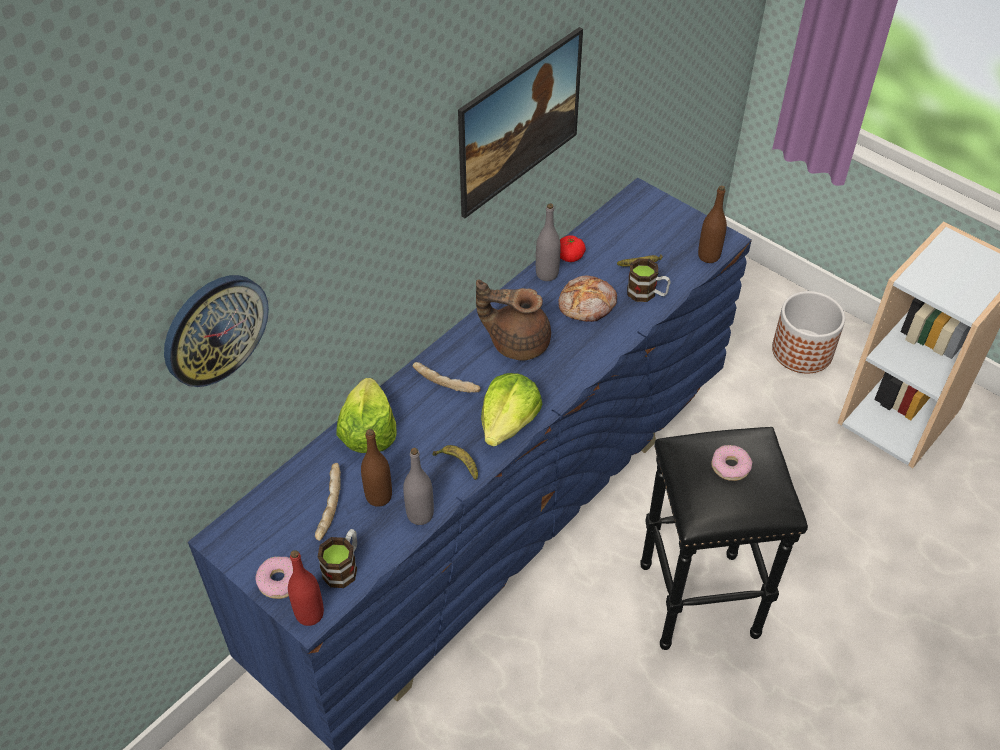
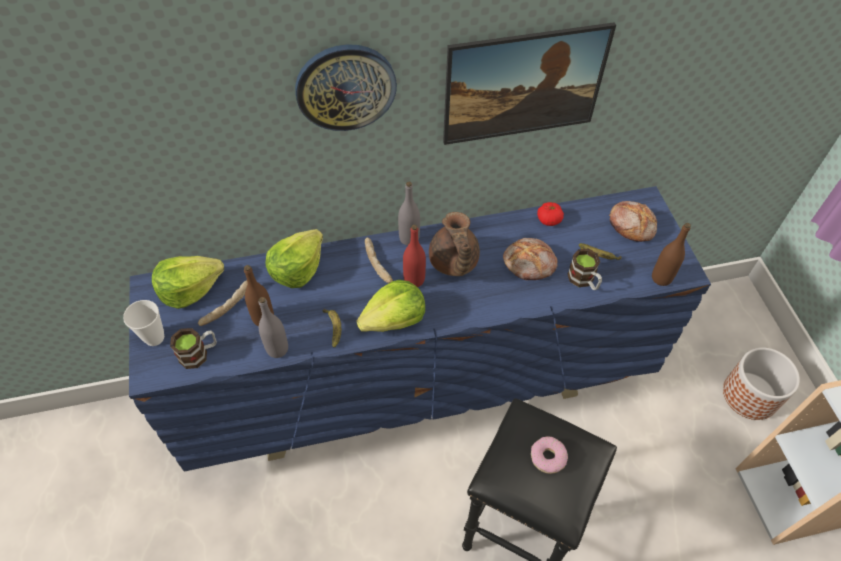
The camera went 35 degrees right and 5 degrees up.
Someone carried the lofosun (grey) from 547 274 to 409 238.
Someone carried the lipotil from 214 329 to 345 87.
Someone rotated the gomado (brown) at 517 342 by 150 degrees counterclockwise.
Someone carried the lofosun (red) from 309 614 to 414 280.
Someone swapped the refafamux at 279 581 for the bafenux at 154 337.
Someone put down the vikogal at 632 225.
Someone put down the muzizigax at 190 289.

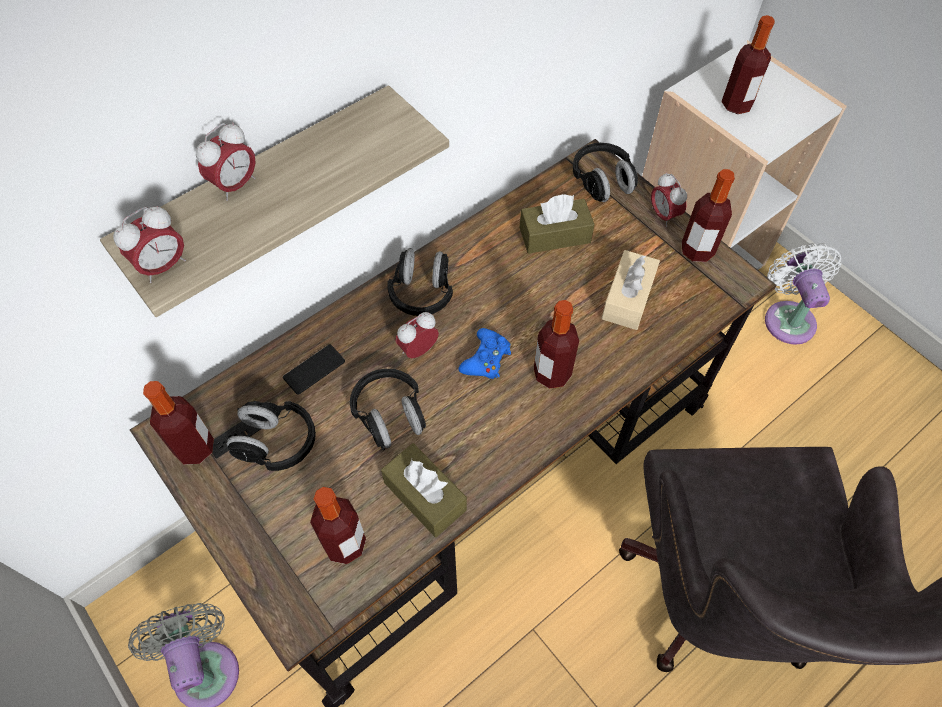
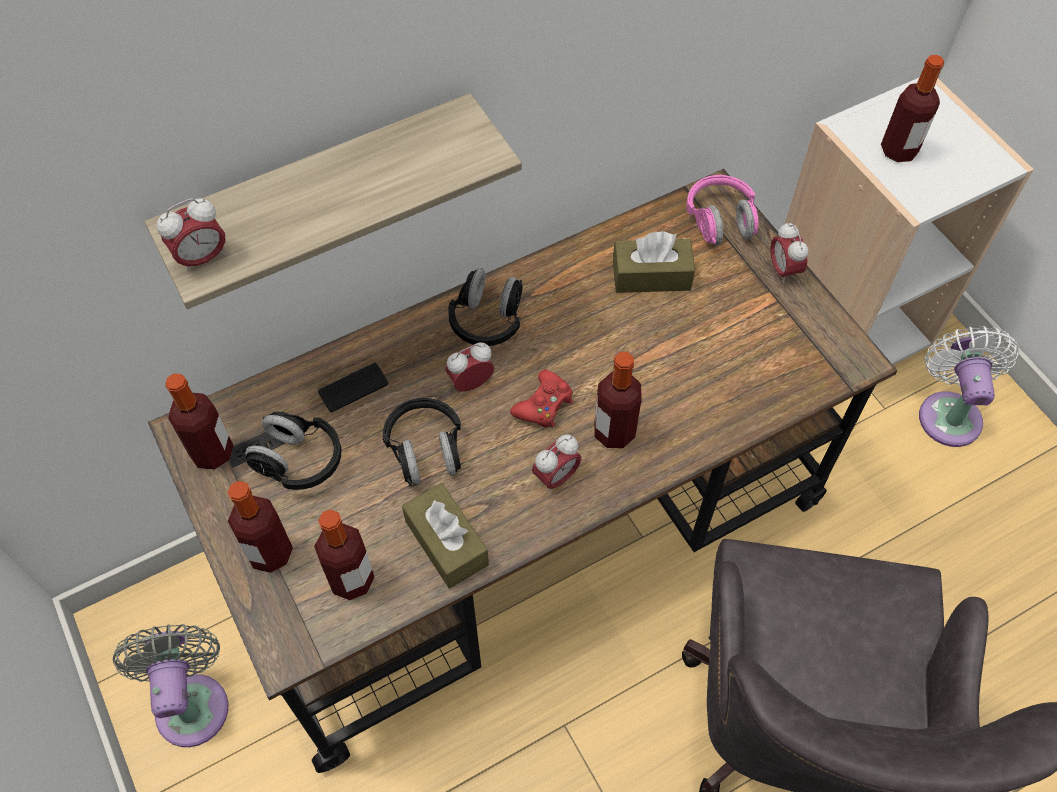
The camera went 10 degrees right and 0 degrees up.
Someone carried the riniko from 235 185 to 556 477.
Someone repainted the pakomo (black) at 602 182, which became the pakomo (pink) at 720 221.
Someone carried the lofosun from 697 250 to 270 553.
Someone took away the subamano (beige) at 628 298.
Someone repainted the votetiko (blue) at 486 359, which became the votetiko (red) at 544 405.

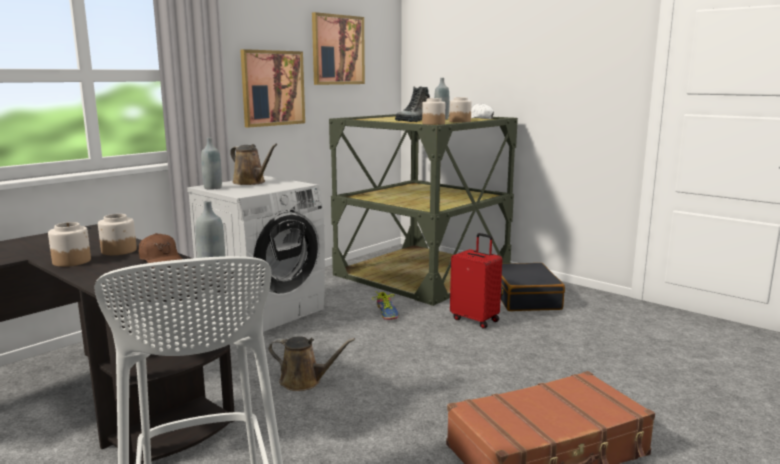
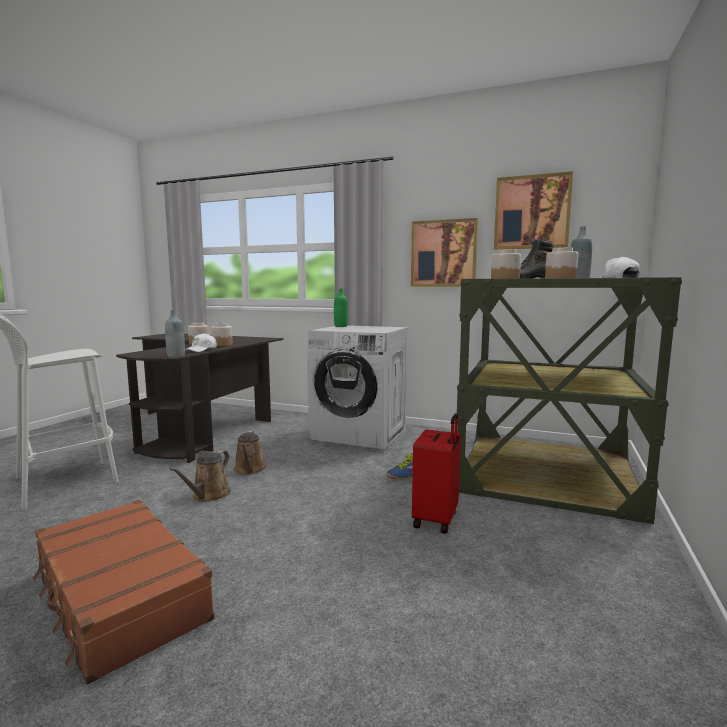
The camera went 70 degrees right and 5 degrees down.
Someone repainted the lofosun (grey) at 212 188, which became the lofosun (green) at 341 326.
Someone carried the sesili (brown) from 251 182 to 209 495.
Someone repainted the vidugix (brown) at 161 260, which became the vidugix (white) at 201 350.
Someone took away the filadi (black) at 524 298.

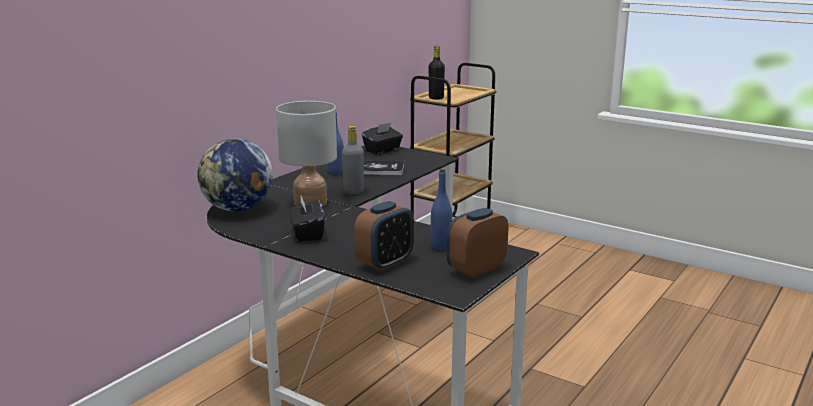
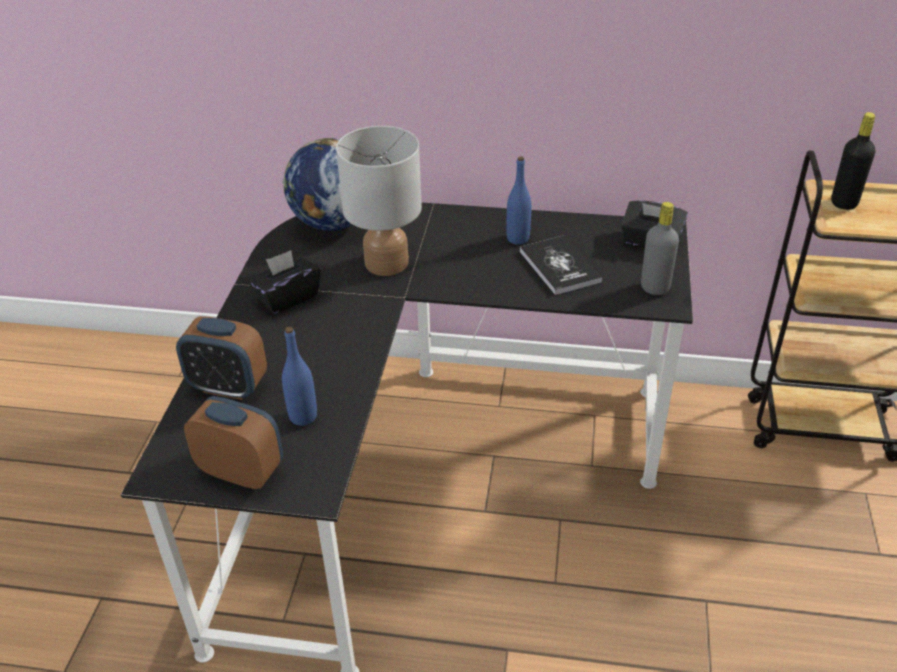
The camera went 65 degrees right and 20 degrees up.
Someone carried the lofosun (grey) from 353 191 to 655 288.

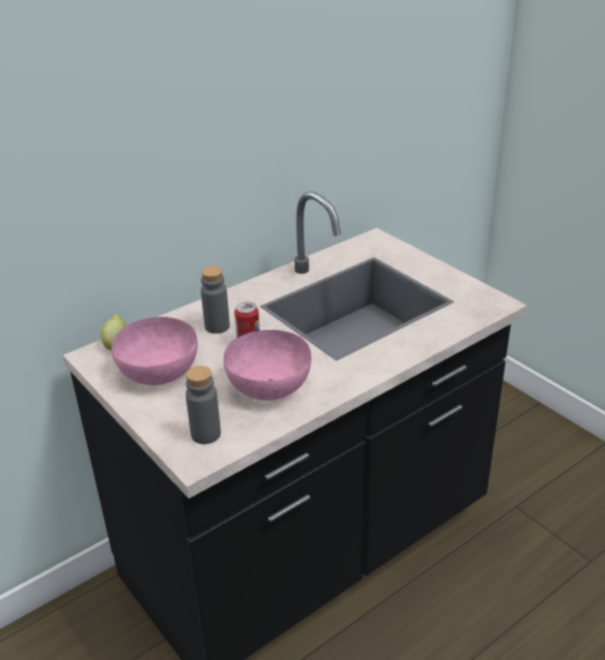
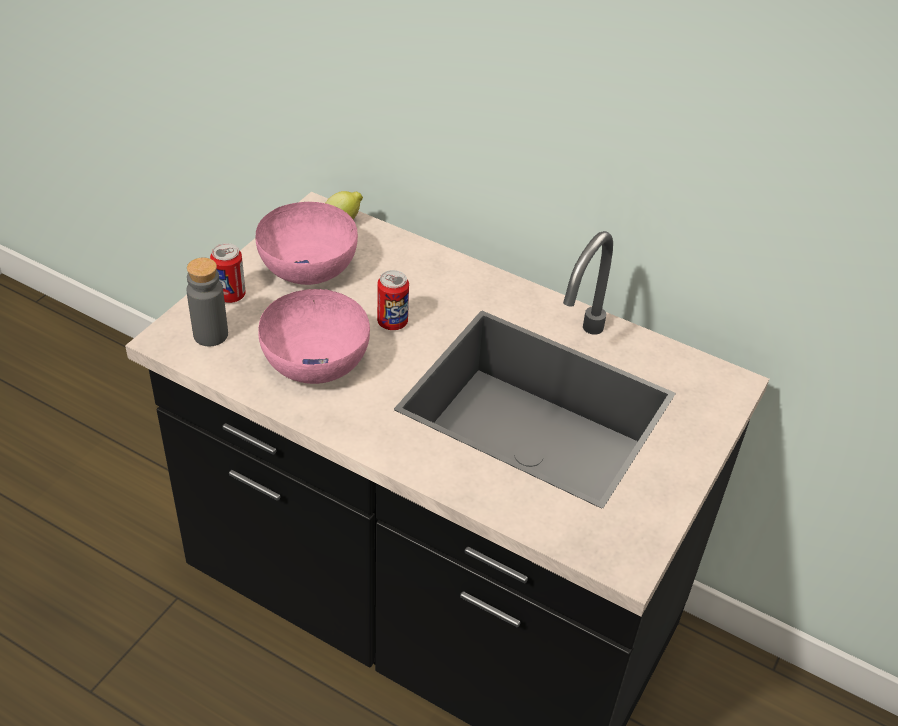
The camera went 65 degrees right and 10 degrees up.
Someone took away the lofosun (grey) at 217 326.
Someone put down the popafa at 230 295.

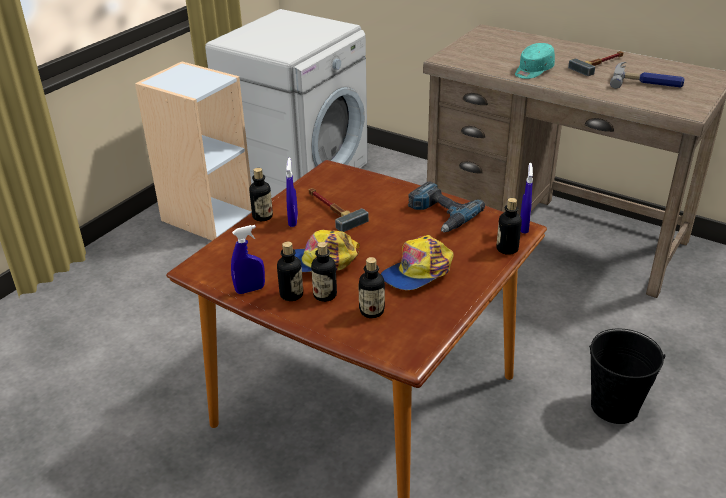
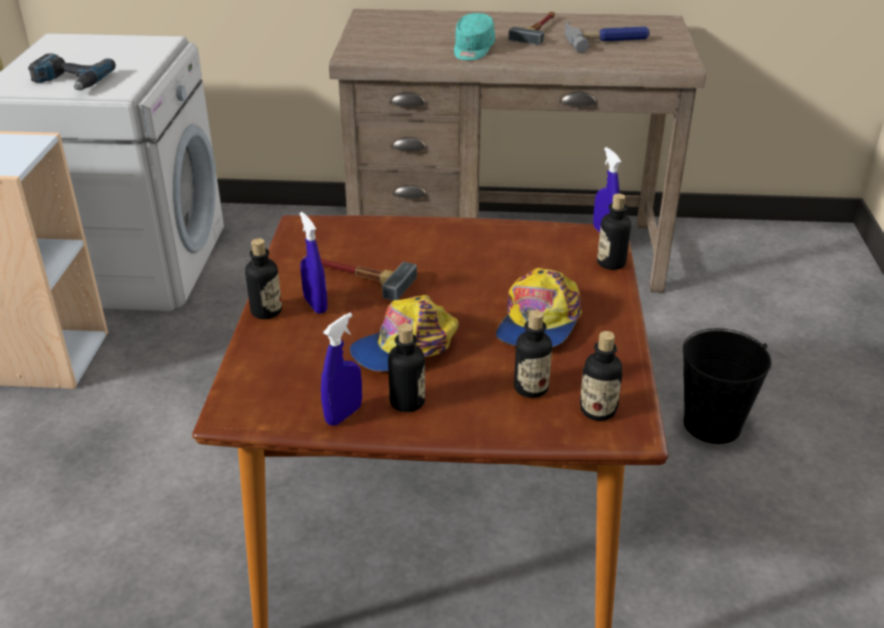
The camera went 30 degrees left and 0 degrees up.
Someone carried the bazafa from 440 214 to 70 81.
Someone carried the lofosun from 325 295 to 598 410.

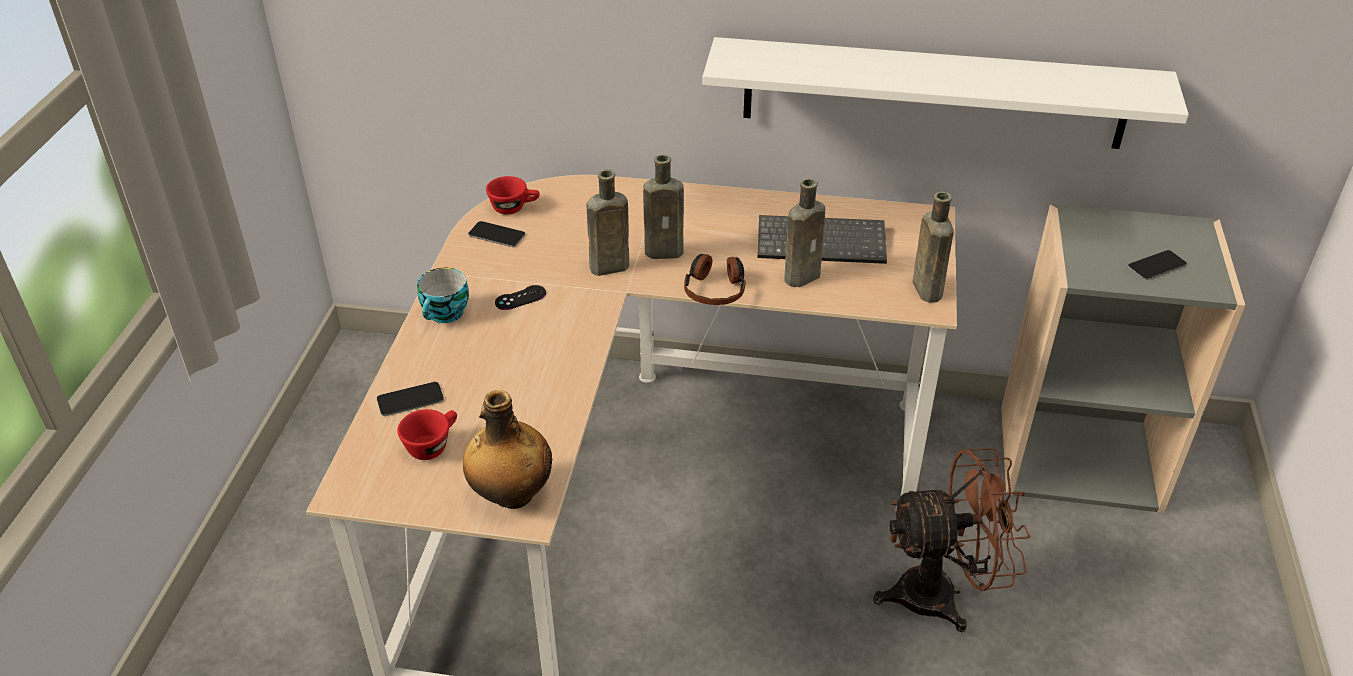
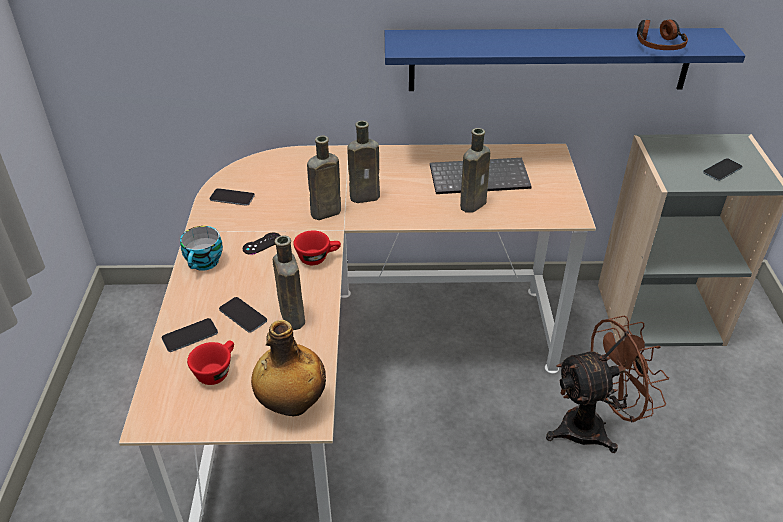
The camera went 10 degrees left and 0 degrees up.
Someone repainted the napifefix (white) at 933 93, which became the napifefix (blue) at 549 59.
Someone carried the bafenux (red) from 514 207 to 318 257.
Someone carried the lofosun (brown) from 926 288 to 291 315.
Someone carried the pakomo from 715 288 to 658 44.
Someone put down the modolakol at 243 315.

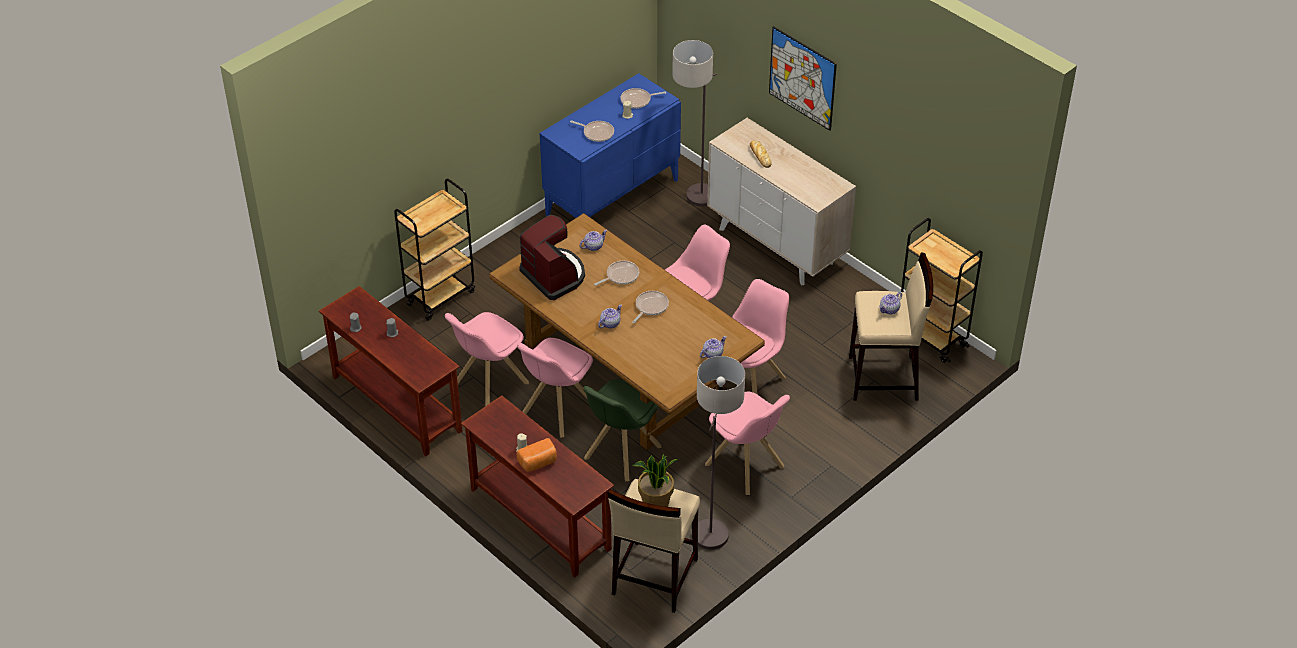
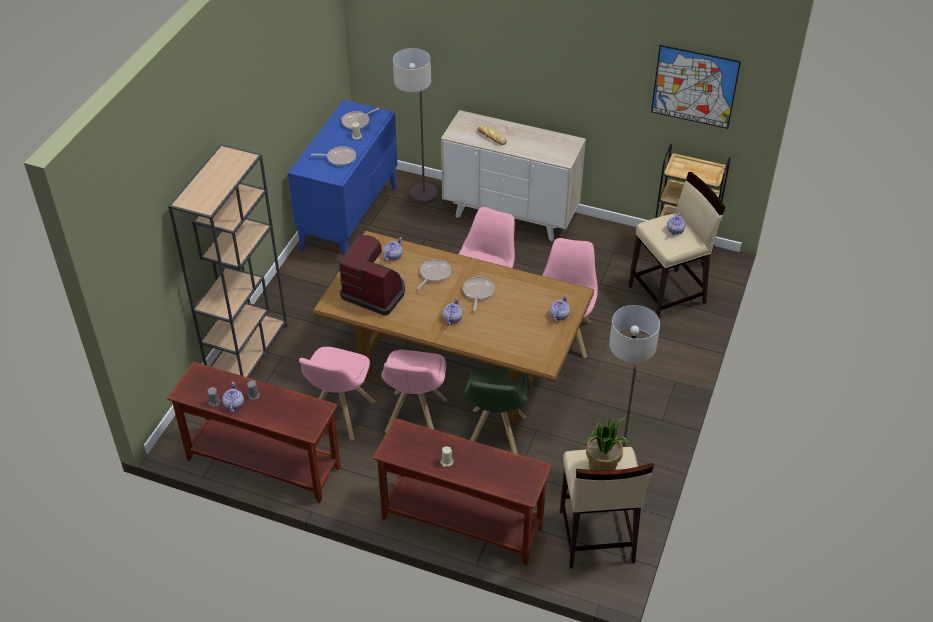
The camera went 25 degrees left and 0 degrees up.
Someone carried the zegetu from 802 78 to 694 86.
Someone swapped the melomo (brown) at 441 297 for the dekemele at 247 351.
Someone took away the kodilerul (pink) at 745 465.
Someone took away the vikogal at 538 462.
Someone put down the gomado at 233 404.

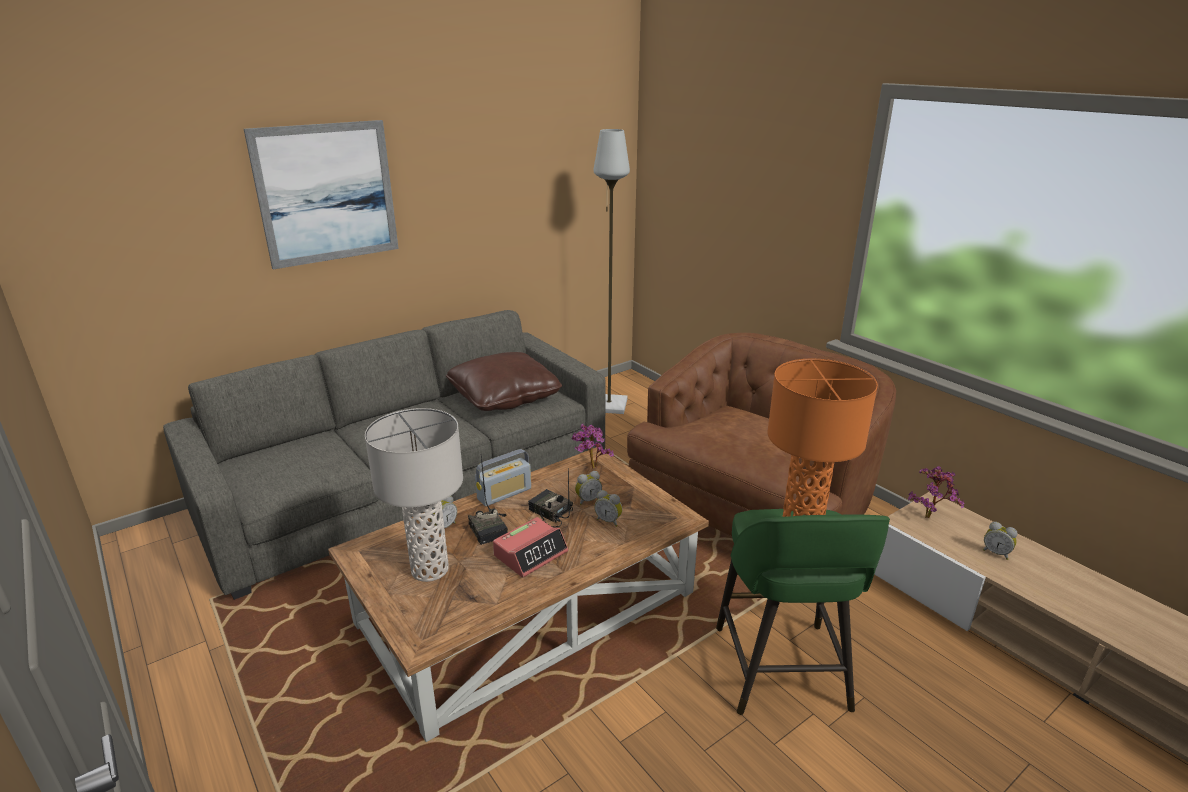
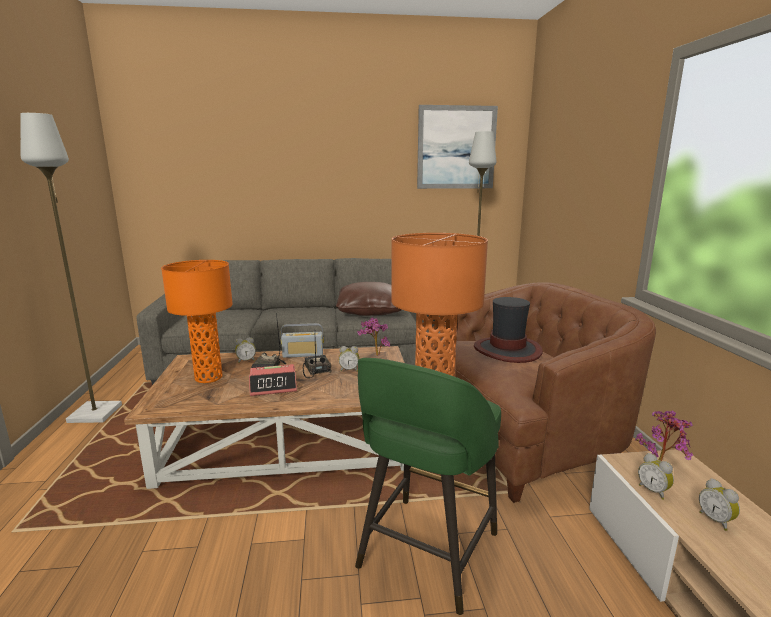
The camera went 30 degrees right and 10 degrees down.
Someone carried the zegetu from 327 193 to 456 147.
Someone repainted the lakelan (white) at 429 569, which became the lakelan (orange) at 208 377.
Someone carried the riniko from 609 521 to 653 491.
Someone put down the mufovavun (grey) at 94 413.
Someone put down the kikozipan at 507 350.

